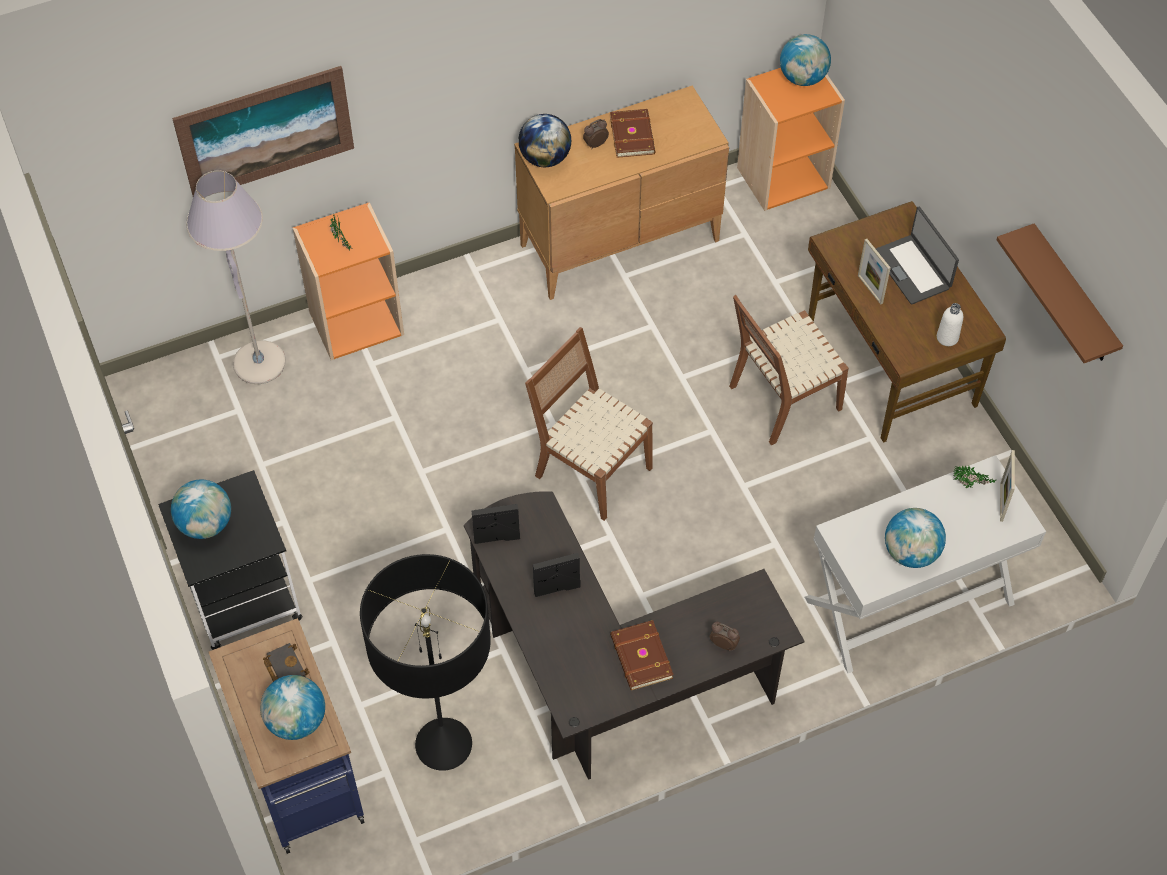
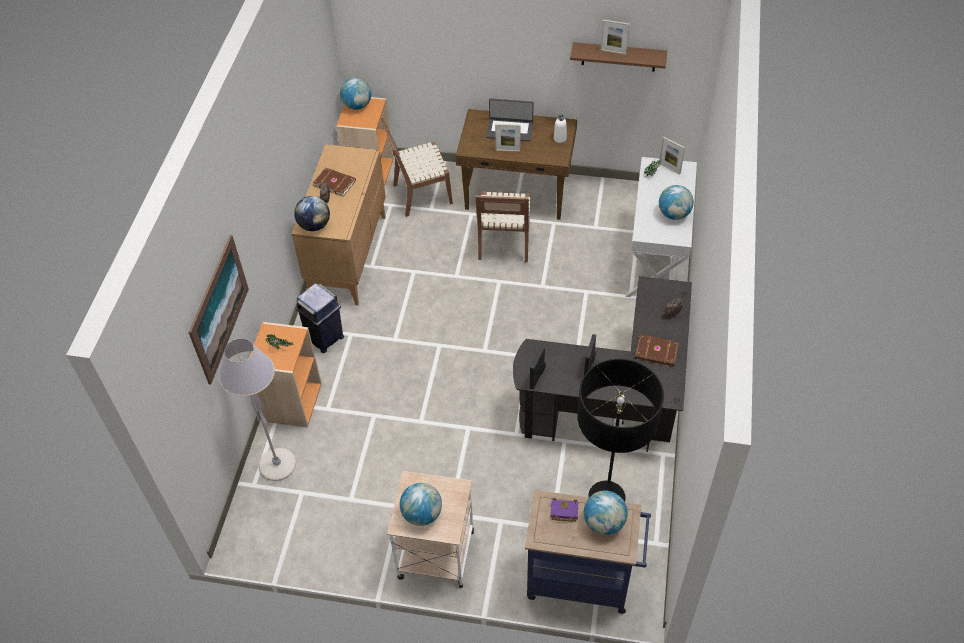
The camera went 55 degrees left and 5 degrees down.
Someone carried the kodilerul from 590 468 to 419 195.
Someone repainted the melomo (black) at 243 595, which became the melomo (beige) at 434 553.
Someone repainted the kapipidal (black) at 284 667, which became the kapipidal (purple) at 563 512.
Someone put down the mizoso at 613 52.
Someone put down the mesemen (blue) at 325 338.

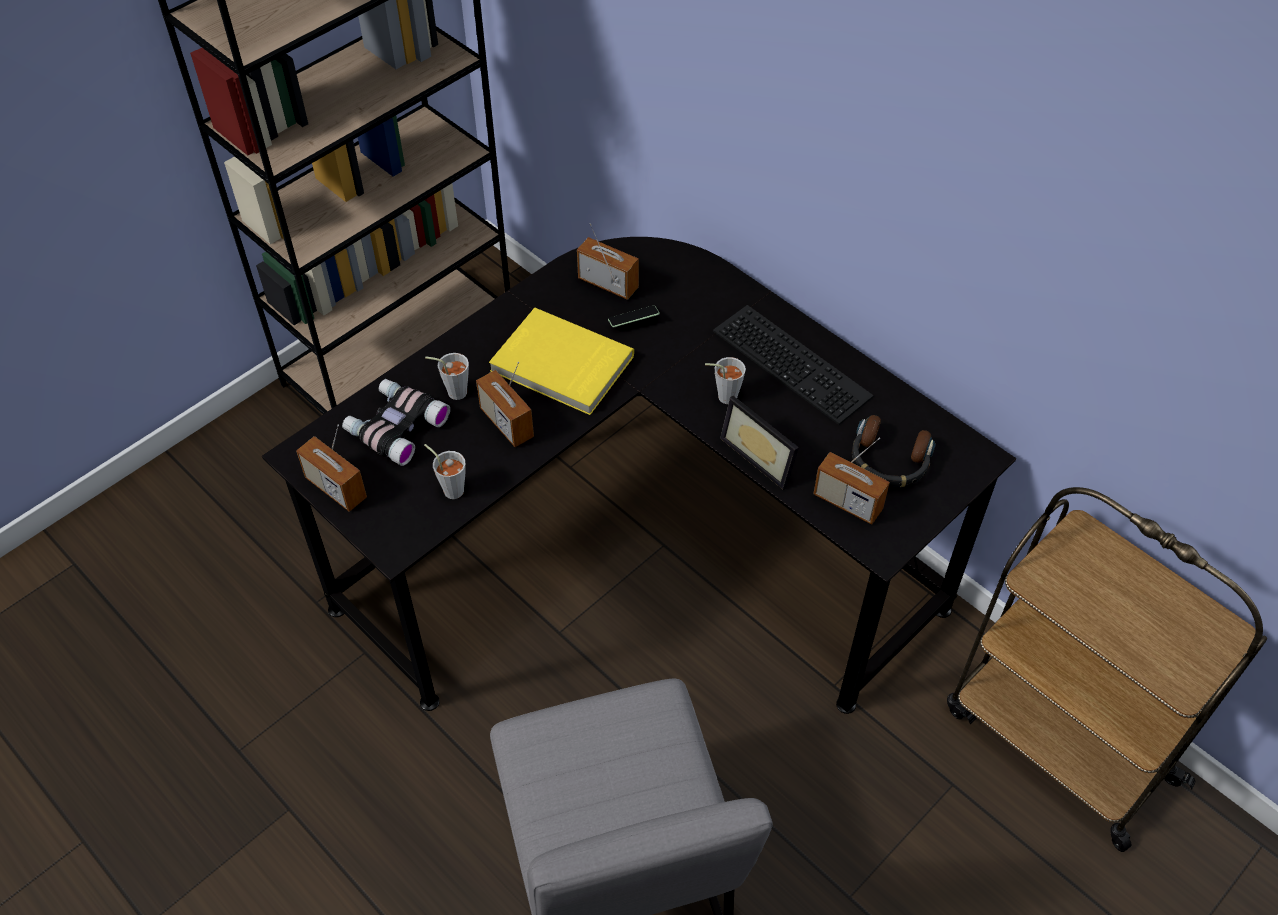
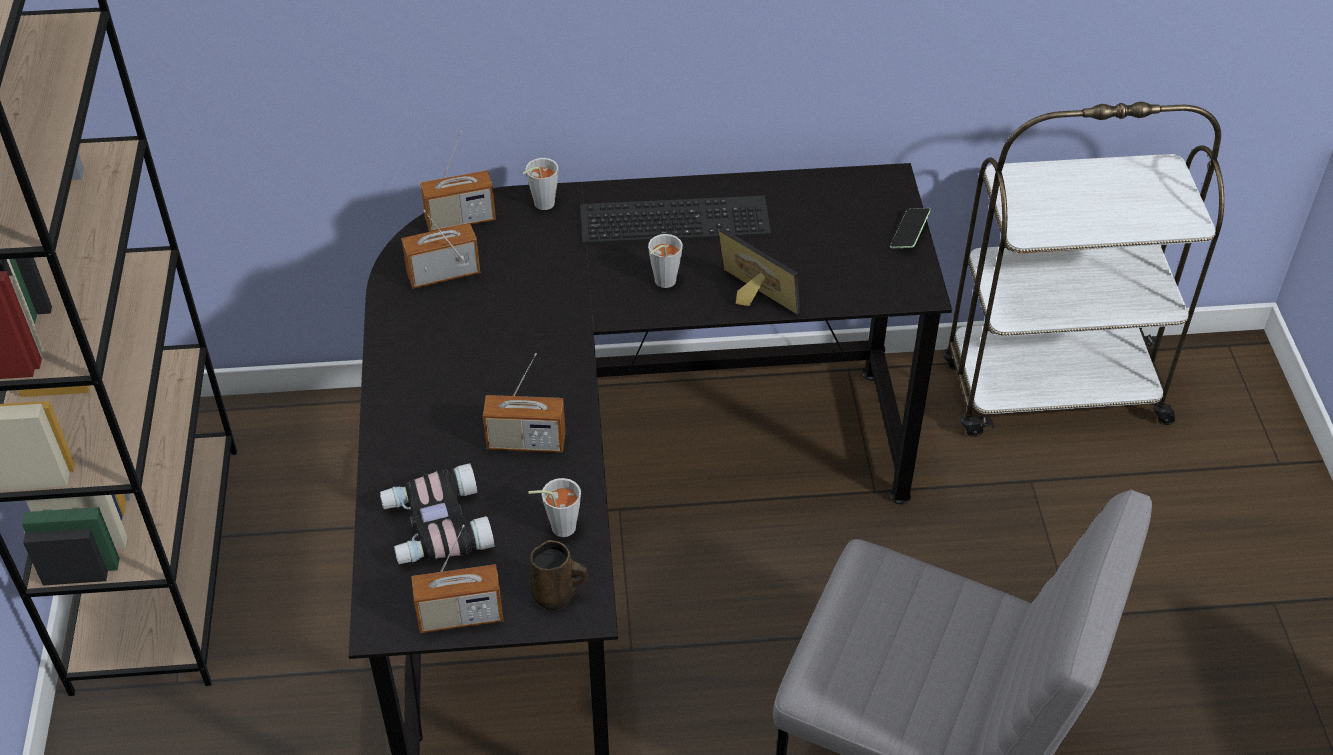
The camera went 50 degrees left and 5 degrees down.
Someone carried the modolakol from 633 321 to 909 234.
Someone took away the kapipidal (yellow) at 561 365.
Someone carried the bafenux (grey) from 453 392 to 540 205.
Someone rotated the mizoso at 762 455 by 135 degrees counterclockwise.
Someone took away the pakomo at 889 460.
Someone carried the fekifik from 847 502 to 460 220.
Someone repainted the melomo (brown) at 1057 742, which became the melomo (white) at 1051 392.
Someone put down the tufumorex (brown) at 556 595.

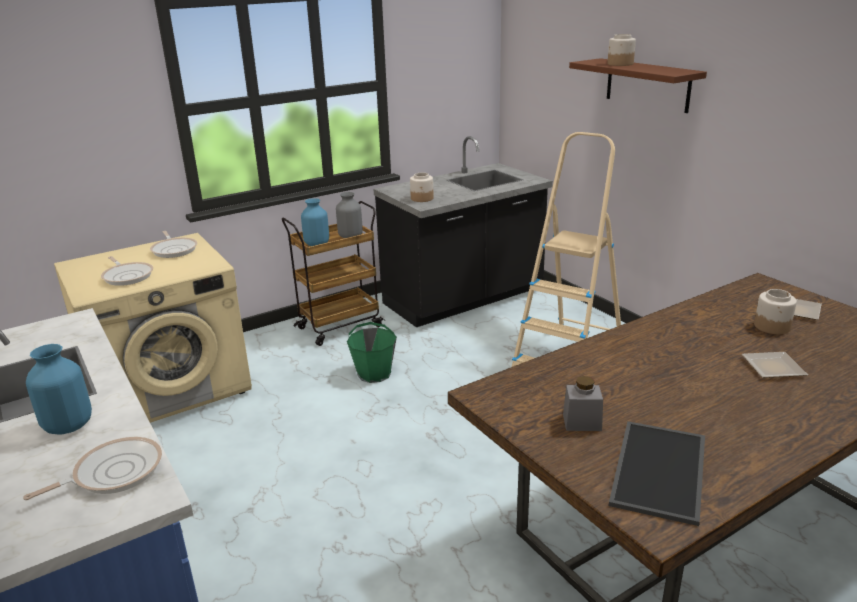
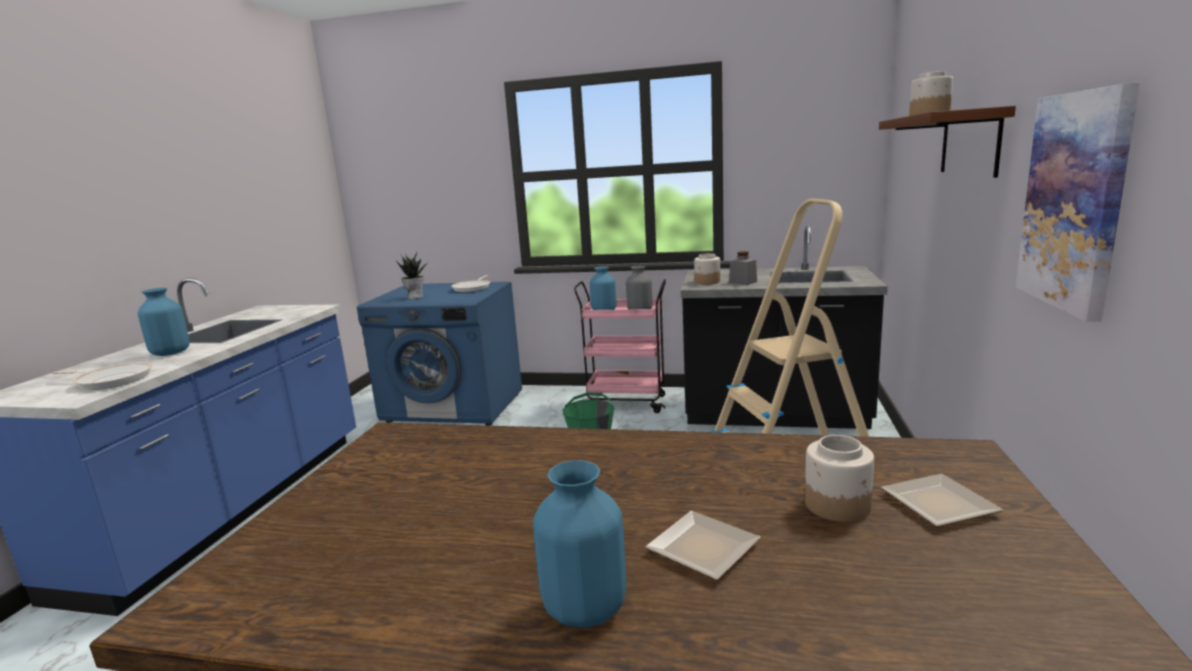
The camera went 45 degrees right and 10 degrees down.
Someone repainted the melomo (brown) at 340 327, which became the melomo (pink) at 627 403.
Someone repainted the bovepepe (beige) at 172 393, which became the bovepepe (blue) at 454 409.
Someone swapped the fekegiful at 127 276 for the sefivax at 415 297.
Someone carried the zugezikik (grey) from 582 422 to 743 282.
Someone took away the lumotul at 661 472.
Someone put up the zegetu at 1074 201.
Someone put down the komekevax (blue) at 583 608.

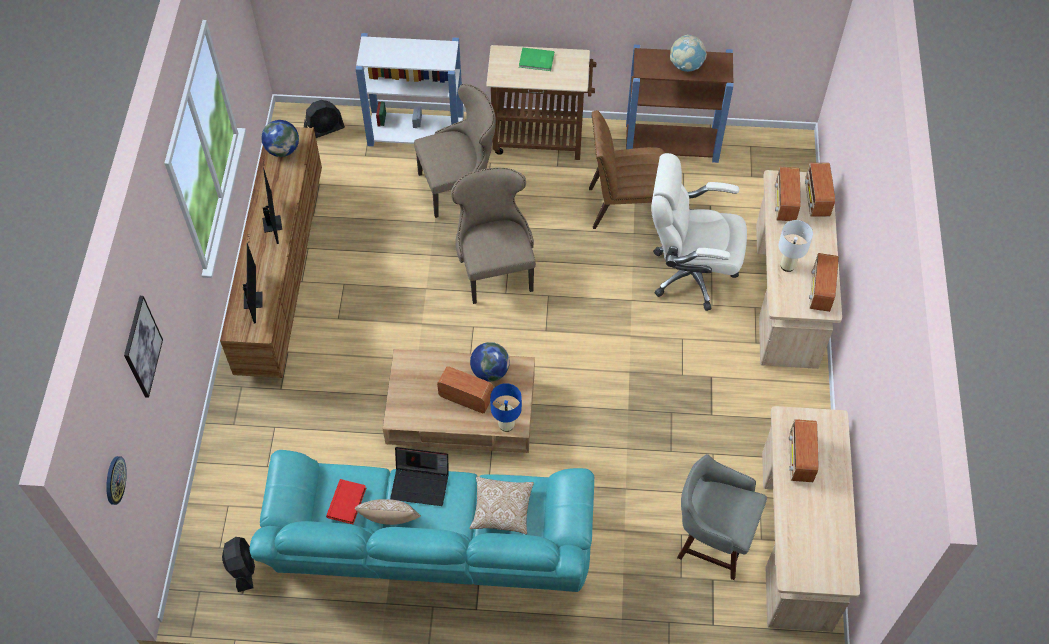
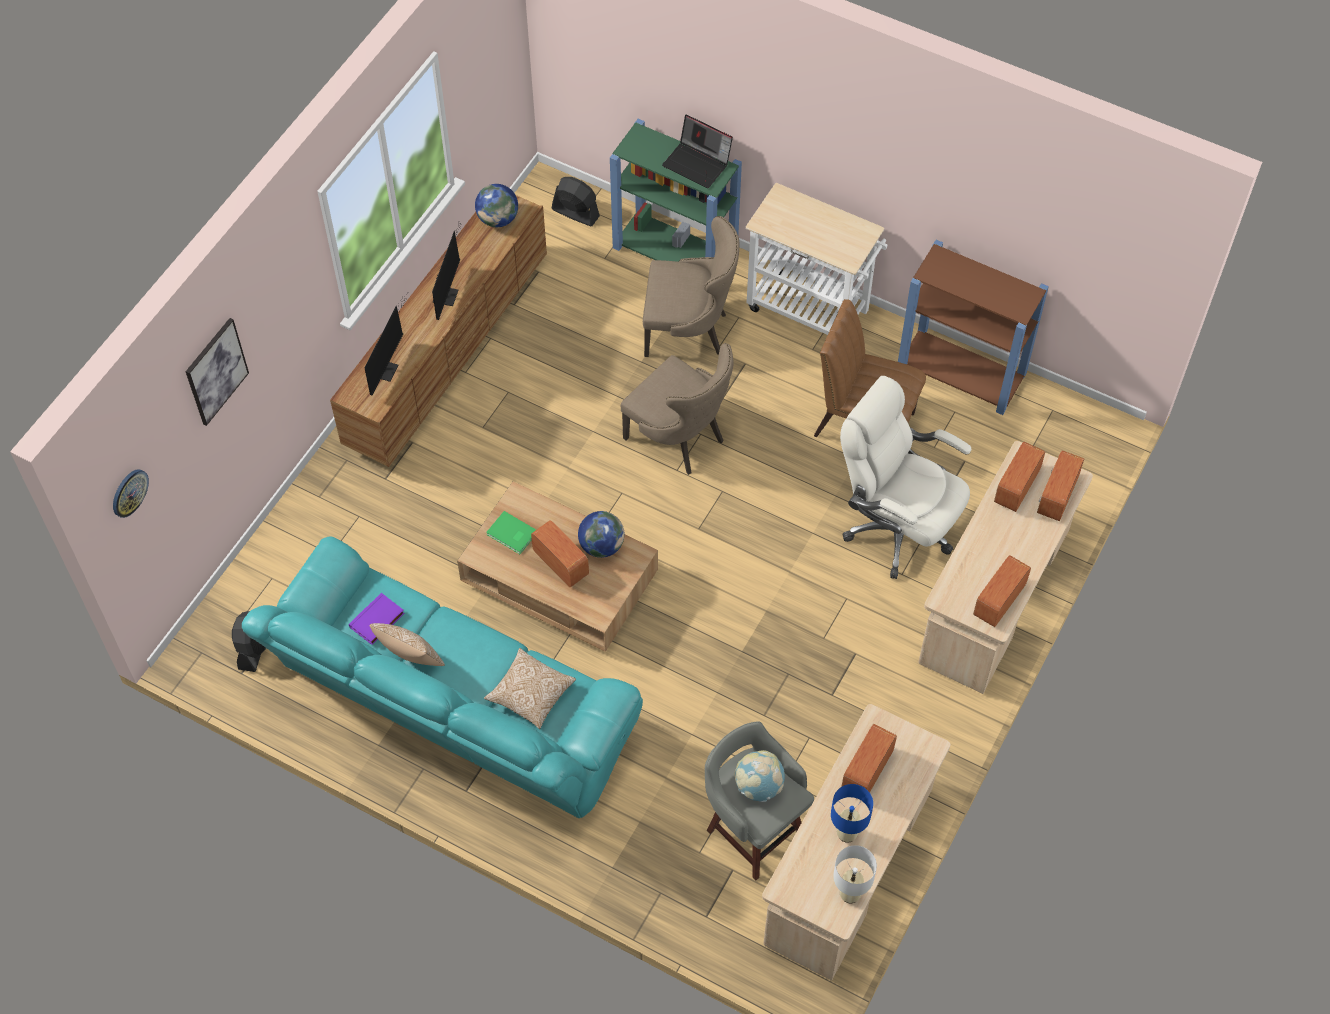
The camera went 25 degrees right and 0 degrees up.
Someone repainted the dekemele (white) at 416 131, which became the dekemele (green) at 675 250.
Someone carried the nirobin from 686 65 to 759 786.
Someone repainted the melomo (brown) at 540 139, which became the melomo (white) at 809 311.
Someone carried the kapipidal (green) from 537 61 to 512 534.
Someone rotated the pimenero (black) at 324 130 by 150 degrees counterclockwise.
Someone rotated the kodilerul (beige) at 495 268 by 120 degrees clockwise.
Someone carried the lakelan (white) from 787 265 to 850 893.
Someone carried the lakelan (blue) from 506 425 to 846 833.
Someone carried the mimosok from 421 483 to 698 163.
Someone repainted the kapipidal (red) at 347 503, which became the kapipidal (purple) at 377 621.

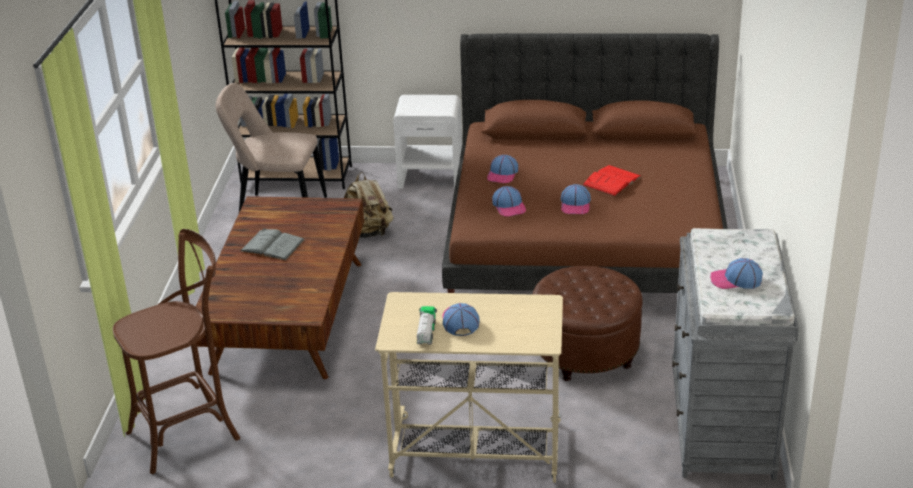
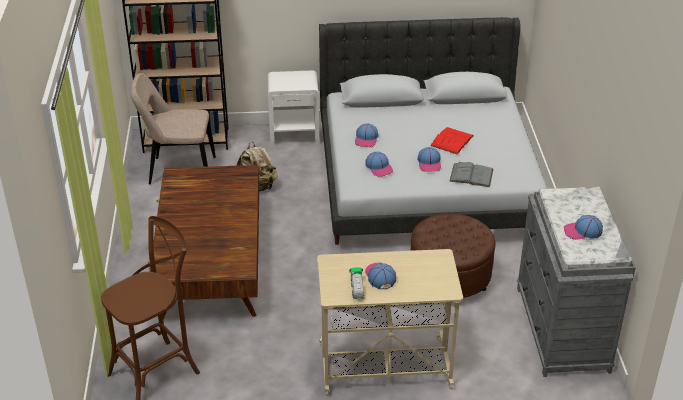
The camera went 10 degrees left and 5 degrees up.
Someone repainted the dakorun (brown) at 586 235, which became the dakorun (grey) at 427 180.
Someone carried the kapipidal (grey) from 272 245 to 471 175.

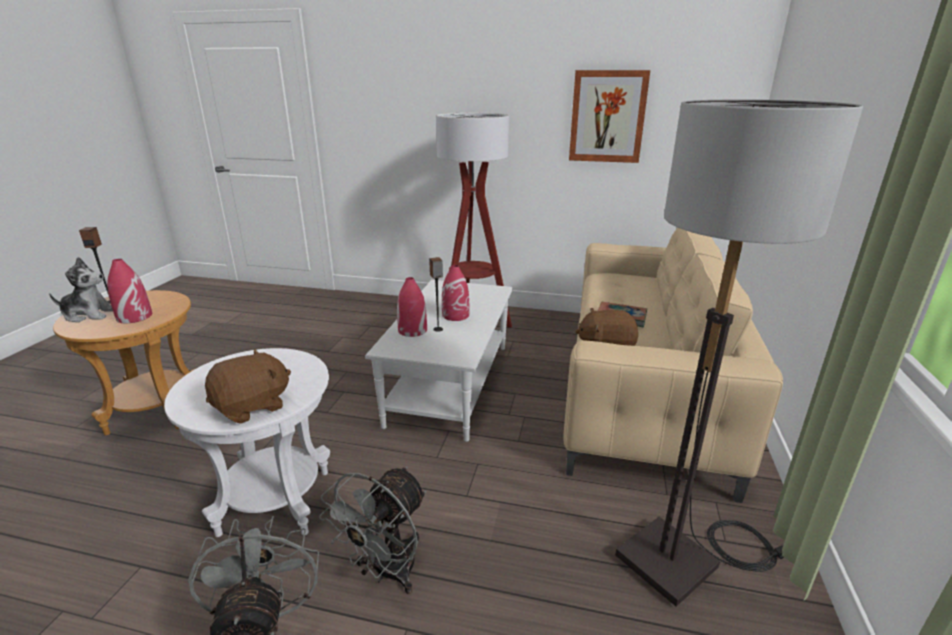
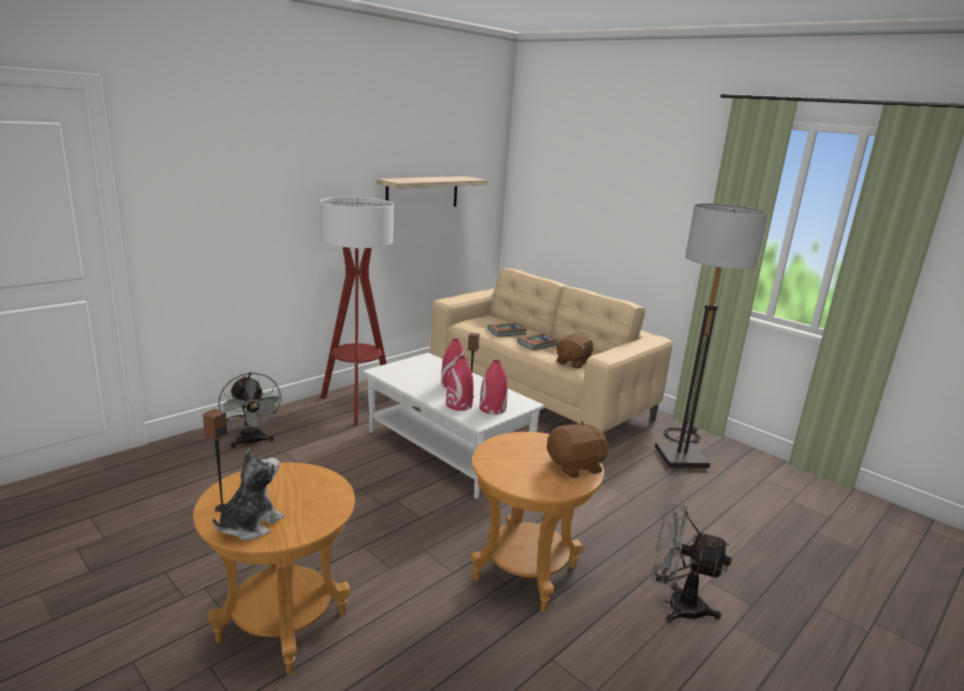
The camera went 60 degrees left and 5 degrees down.
Someone swapped the zegetu at 607 117 for the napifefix at 422 193.
Someone carried the komekevax (red) from 134 317 to 492 409.
Someone repainted the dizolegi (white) at 275 501, which became the dizolegi (brown) at 525 572.
Someone rotated the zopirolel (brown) at 252 406 by 75 degrees clockwise.
Someone carried the pimenero (grey) from 387 573 to 252 442.
Someone put down the kapipidal at 507 332.

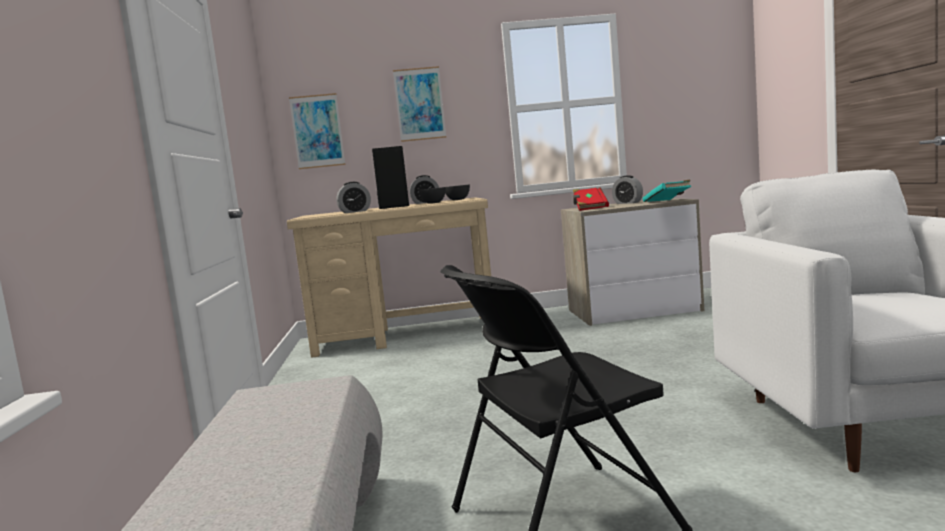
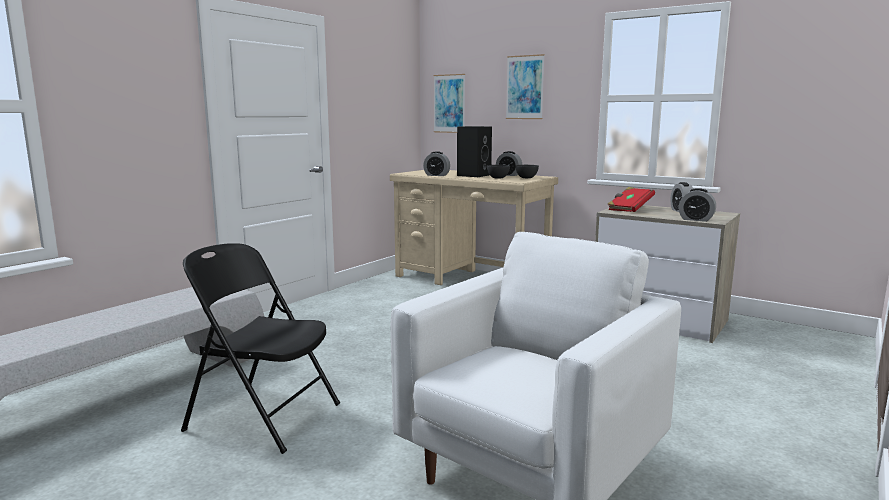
The camera went 40 degrees right and 5 degrees up.
Someone swapped the kapipidal (turquoise) at 667 201 for the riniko at 696 219.

